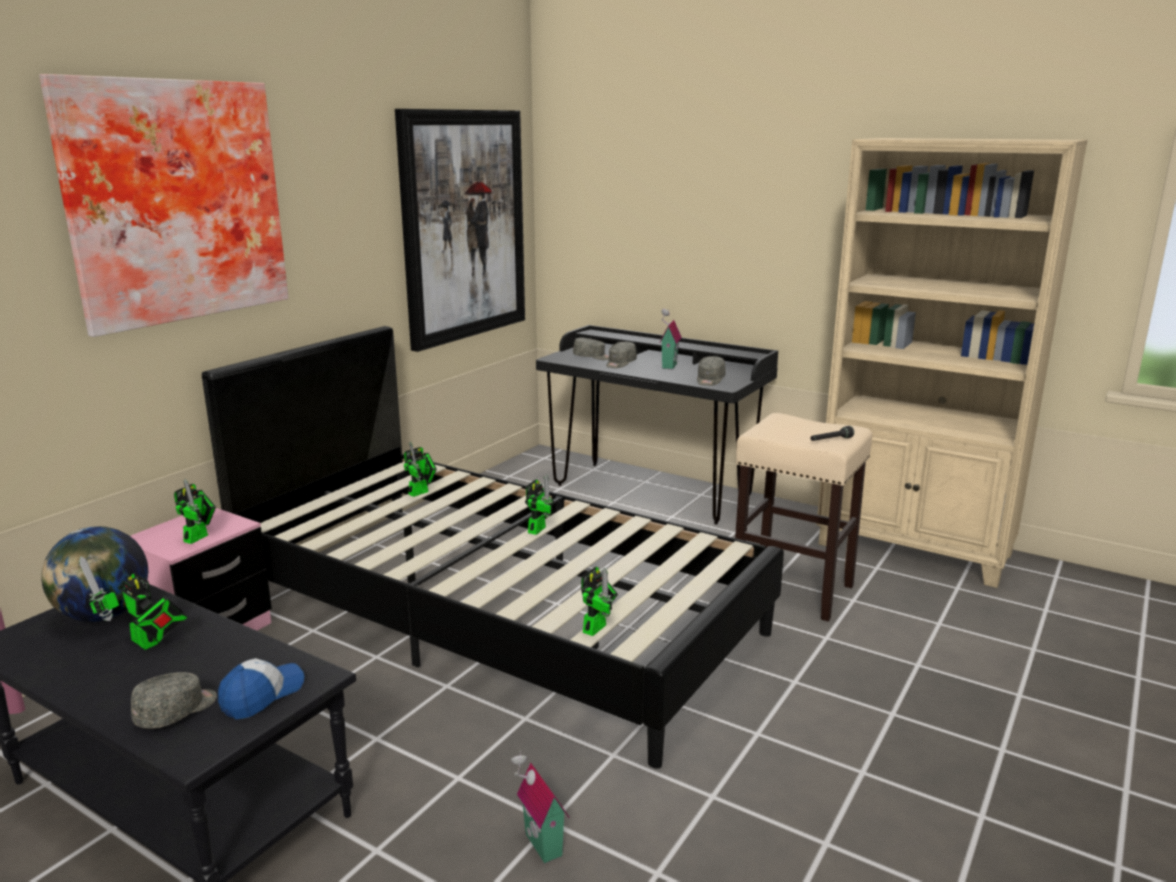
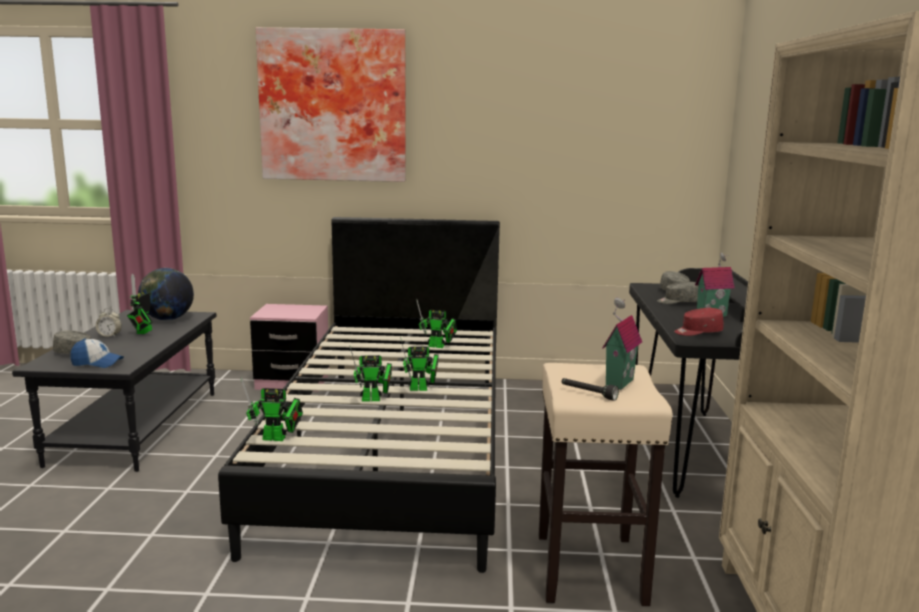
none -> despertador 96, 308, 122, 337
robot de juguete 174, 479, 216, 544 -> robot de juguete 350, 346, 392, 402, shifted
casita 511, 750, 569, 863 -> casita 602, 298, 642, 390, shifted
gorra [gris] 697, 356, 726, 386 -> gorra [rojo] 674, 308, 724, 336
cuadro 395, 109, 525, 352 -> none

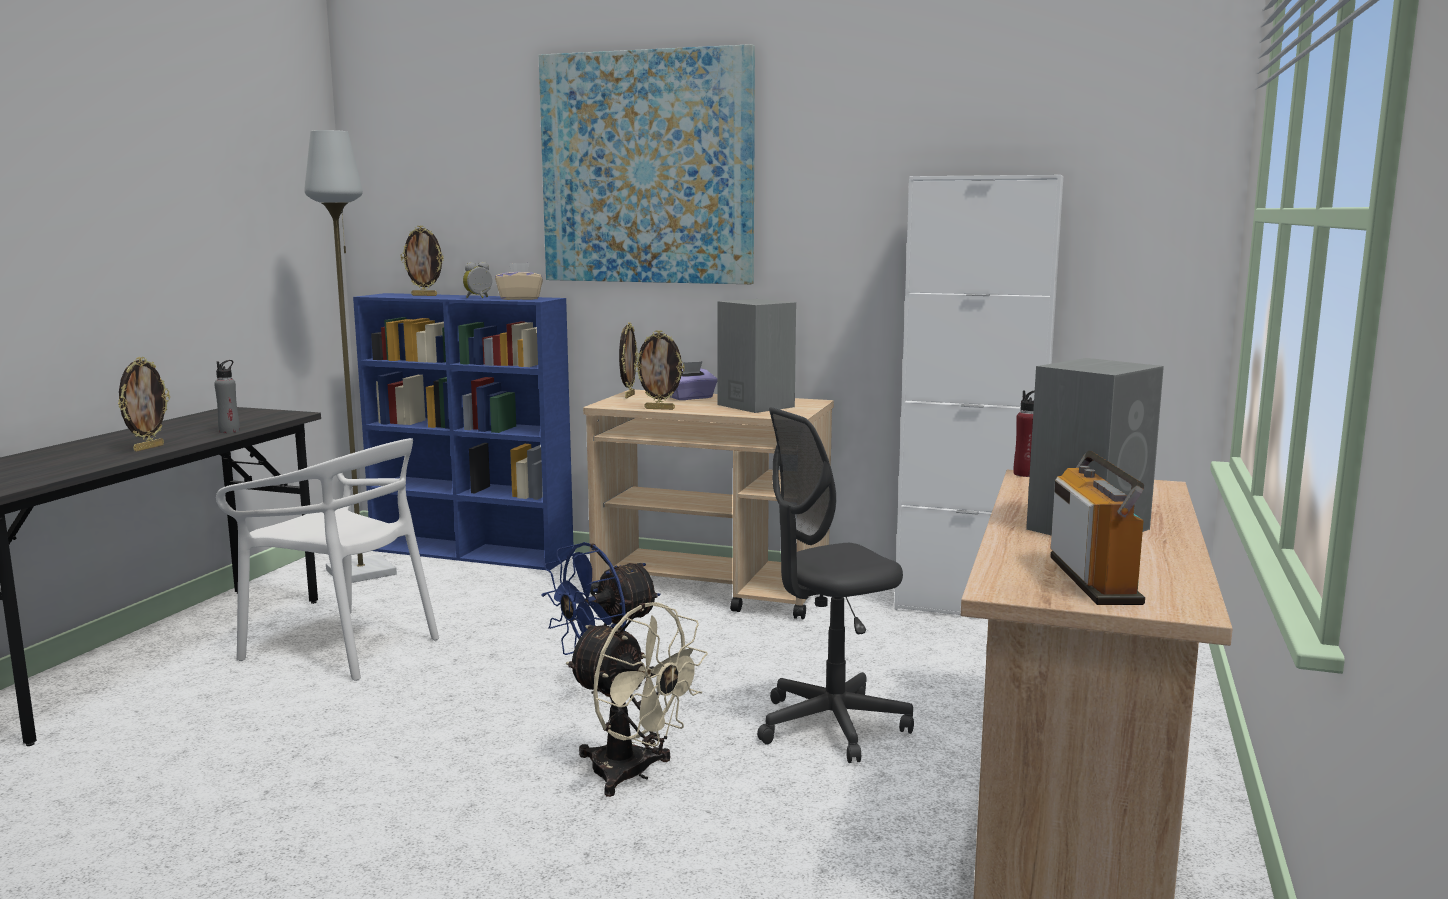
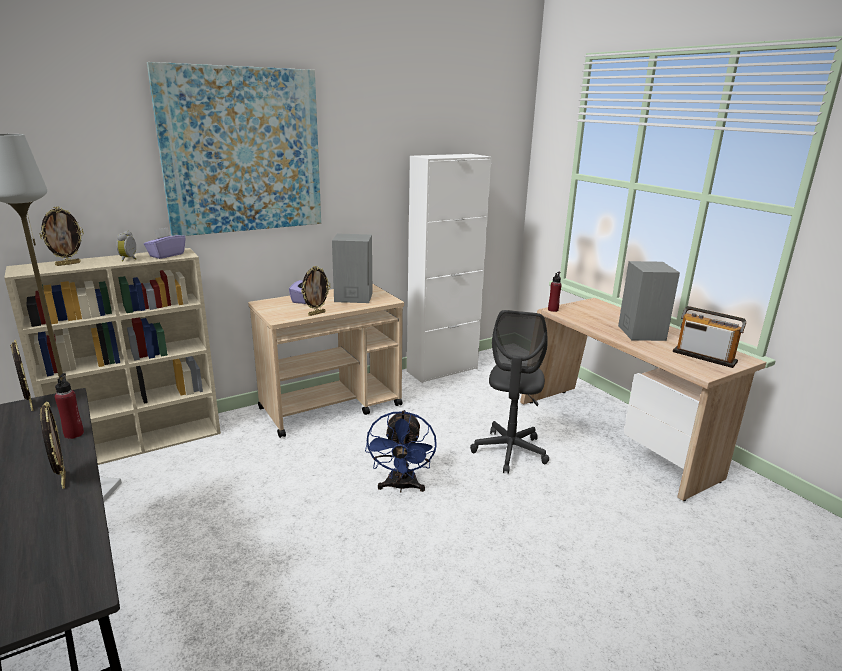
estantería [azul] 353, 293, 574, 570 -> estantería [beis] 4, 248, 221, 465
portarretratos 619, 322, 638, 398 -> portarretratos 10, 339, 34, 411, shifted
botella [gris] 214, 360, 240, 433 -> botella [rojo] 55, 373, 84, 439
caja de pañuelos [beis] 495, 263, 543, 300 -> caja de pañuelos [morado] 144, 227, 186, 259
silla [blanco] 216, 438, 439, 681 -> none
ventilador [beis] 566, 602, 708, 797 -> none

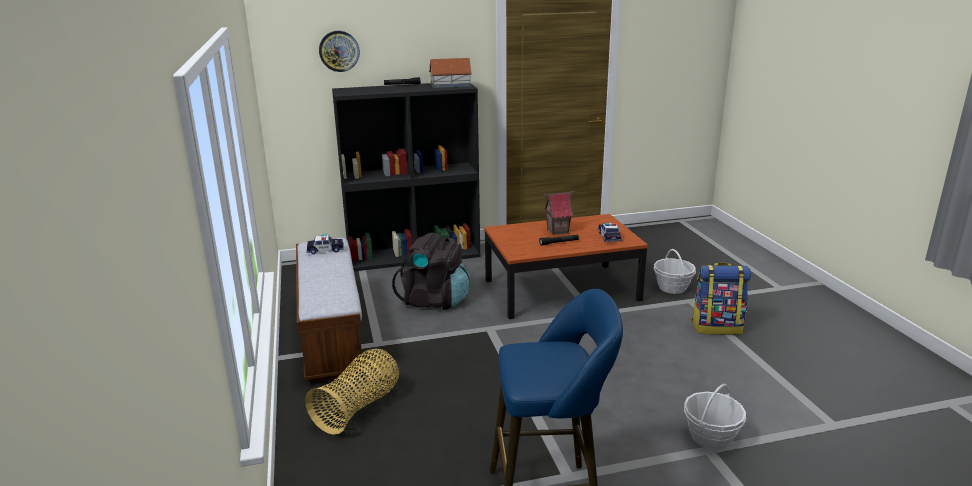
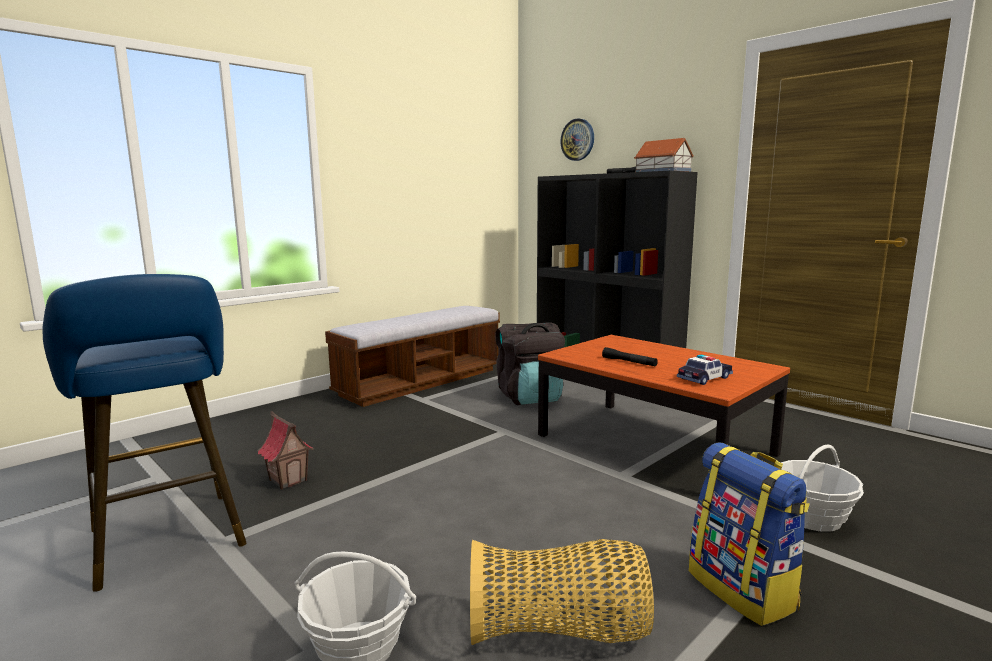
casita 543, 191, 575, 235 -> casita 257, 411, 314, 490, shifted
cesta 305, 349, 399, 435 -> cesta 470, 539, 654, 645, shifted
coche de juguete 307, 235, 344, 254 -> none

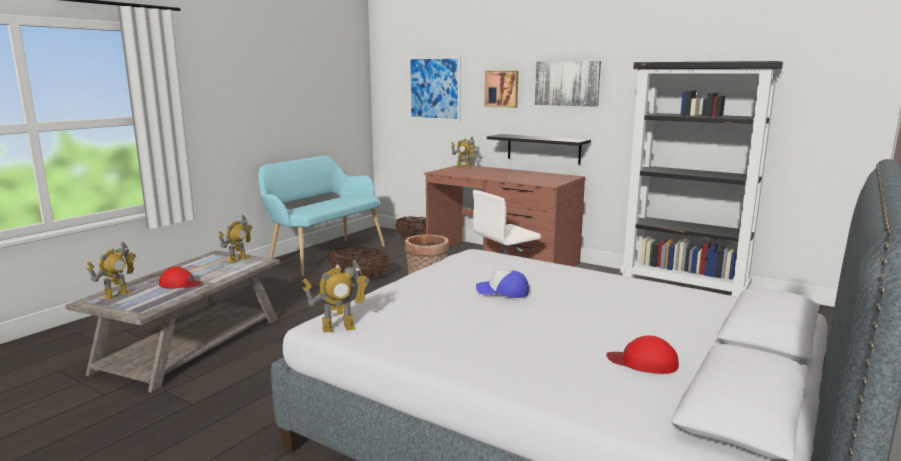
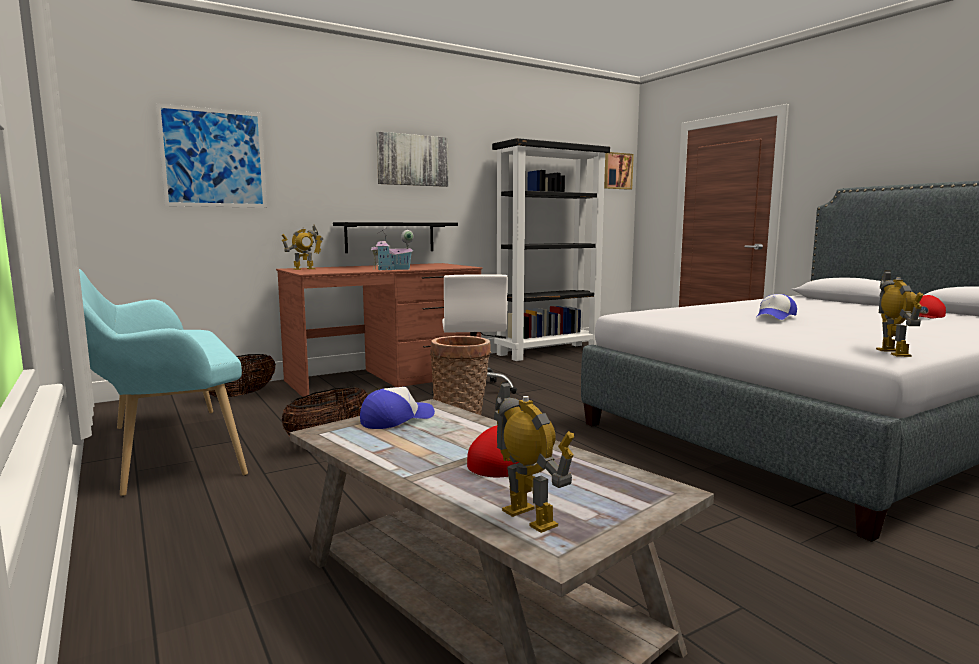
robot de juguete 218, 215, 252, 263 -> gorra 360, 387, 435, 429
none -> casita 371, 228, 414, 270
cuadro 485, 71, 518, 108 -> cuadro 604, 152, 634, 190, shifted

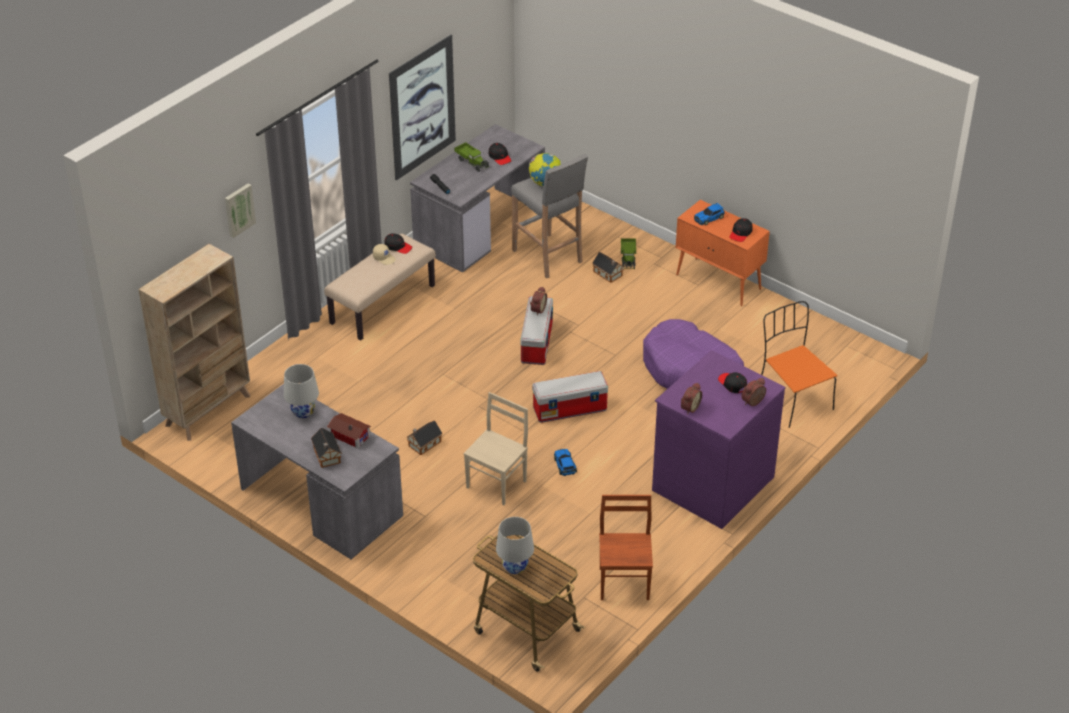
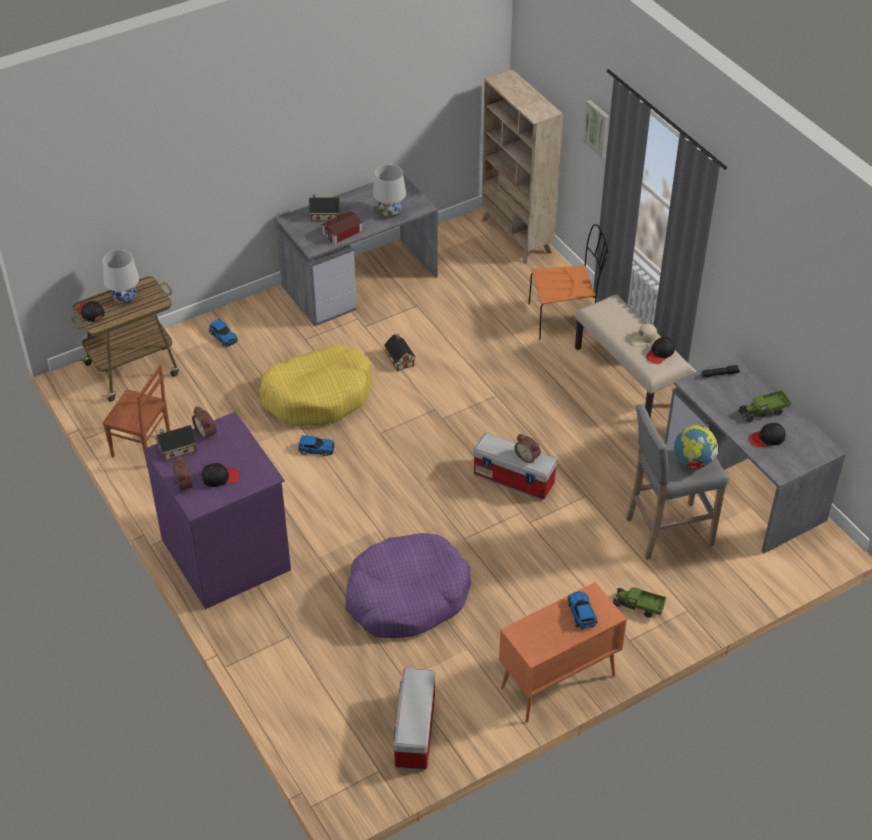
gorra [negro] 730, 218, 753, 242 -> gorra [negro] 77, 301, 105, 322, shifted
casita 592, 252, 624, 283 -> casita 155, 425, 197, 461, shifted
none -> coche de juguete 209, 318, 238, 347
silla [beis] 463, 392, 528, 505 -> cama para perro [amarillo] 260, 345, 371, 426
caja de almacenaje 532, 371, 608, 423 -> caja de almacenaje 394, 668, 435, 770, shifted
silla [naranja] 761, 301, 837, 428 -> silla [naranja] 529, 224, 609, 340, shifted
cuadro 389, 35, 456, 181 -> none

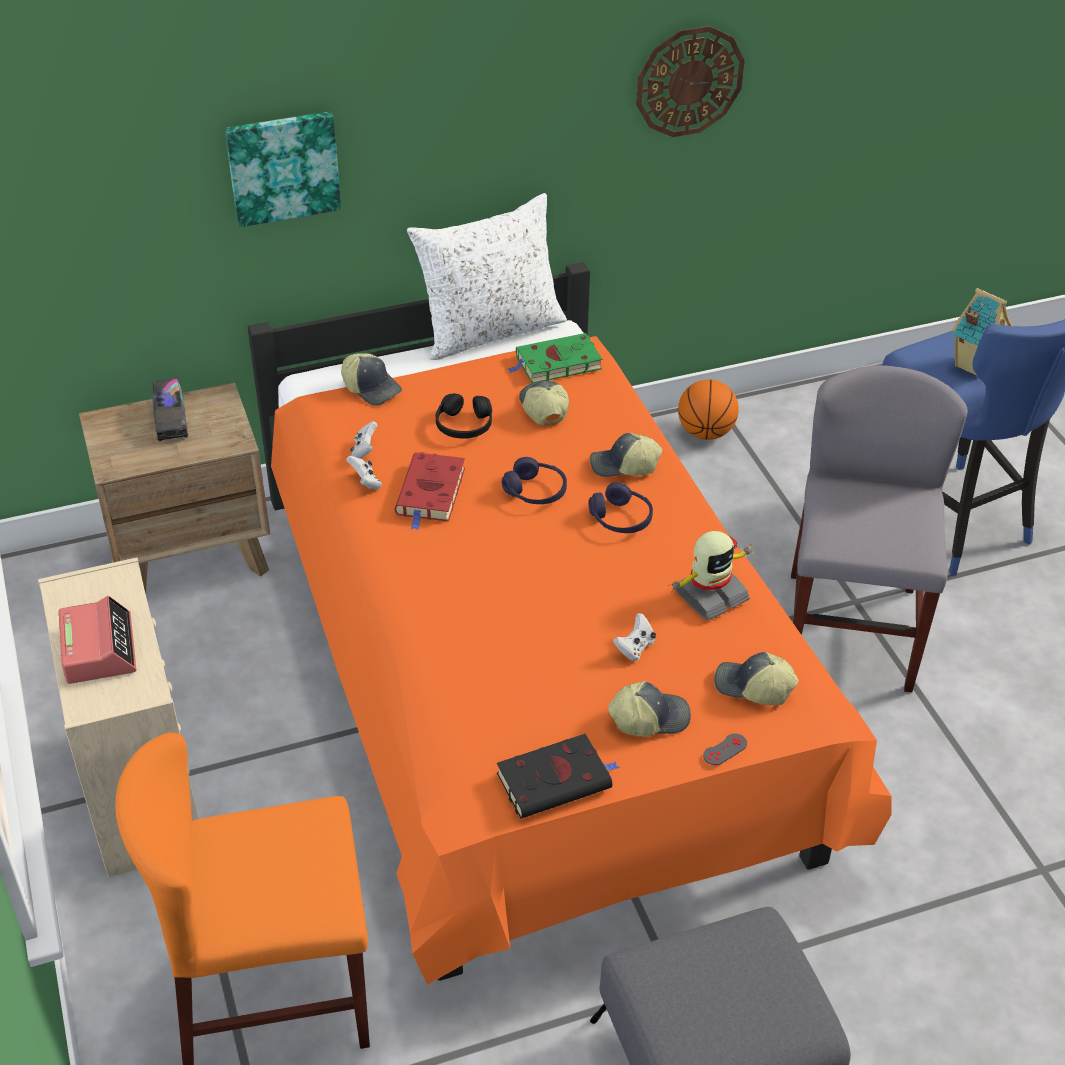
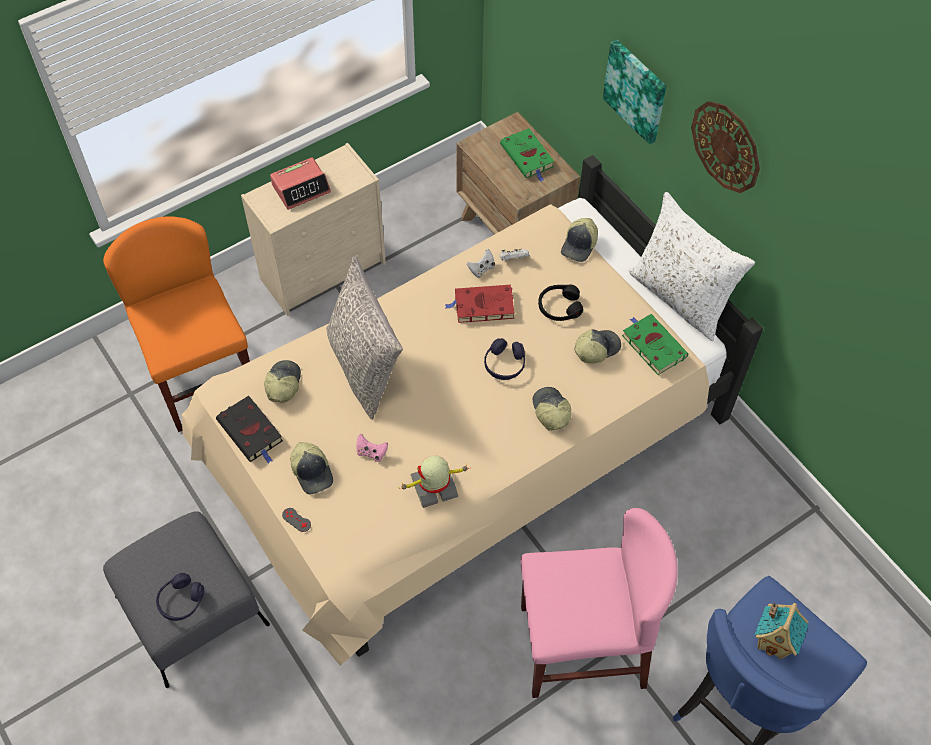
auriculares [morado] 588, 482, 653, 533 -> auriculares [morado] 156, 573, 204, 621, shifted
cama [naranja] 248, 262, 892, 985 -> cama [beis] 181, 155, 763, 666
gorra 714, 652, 799, 705 -> gorra 264, 360, 301, 403, shifted
none -> cojín [gris] 326, 256, 403, 420
mando de consola [blanco] 613, 613, 656, 661 -> mando de consola [rosa] 356, 434, 388, 462
robot de juguete 668, 531, 753, 620 -> robot de juguete 399, 456, 469, 508, 120 degrees clockwise
camión de juguete 152, 379, 188, 441 -> libro [verde] 500, 128, 554, 182
silla [gris] 791, 365, 968, 693 -> silla [rosa] 520, 508, 678, 698
reloj de pared 636, 26, 745, 137 -> reloj de pared 691, 101, 760, 193, shifted
balón de baloncesto 678, 379, 739, 440 -> none

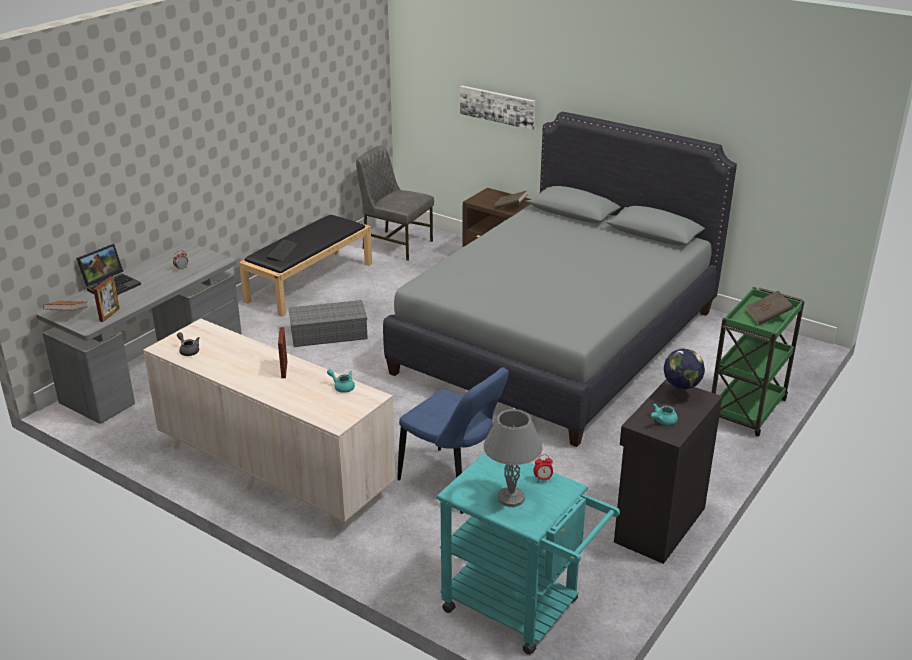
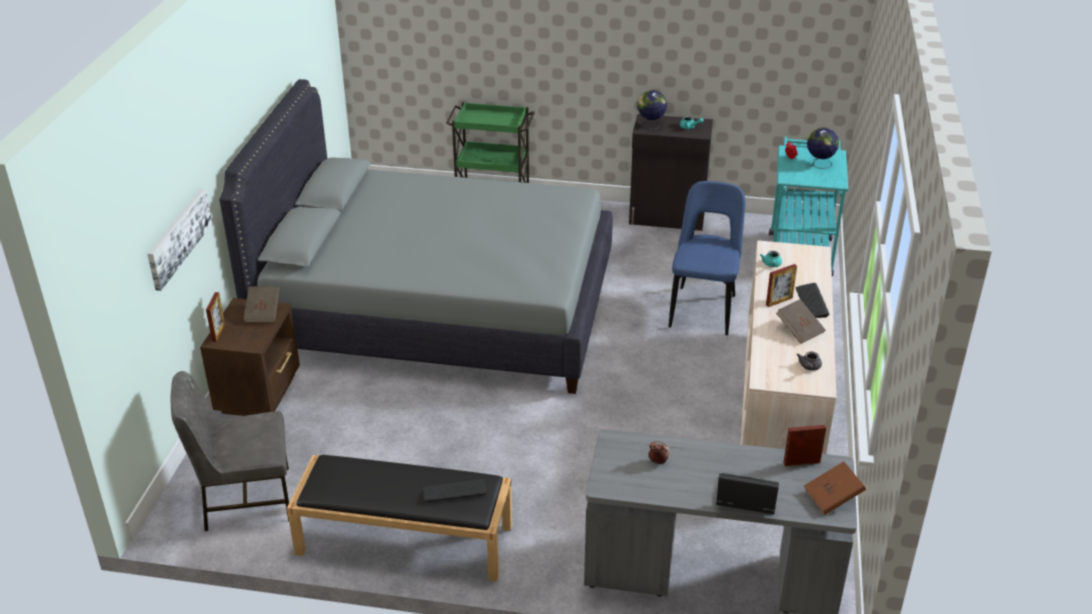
silla [gris] 356, 146, 434, 261 -> silla [gris] 170, 371, 289, 531, 75 degrees clockwise
none -> portarretratos 206, 292, 225, 342
libro [marrón] 745, 291, 793, 325 -> libro [marrón] 776, 299, 825, 344, shifted
none -> teclado 796, 283, 830, 318
lámpara de mesa [gris] 484, 409, 542, 507 -> globo terráqueo 807, 128, 839, 169
caja de almacenaje [gris] 288, 300, 368, 347 -> none

